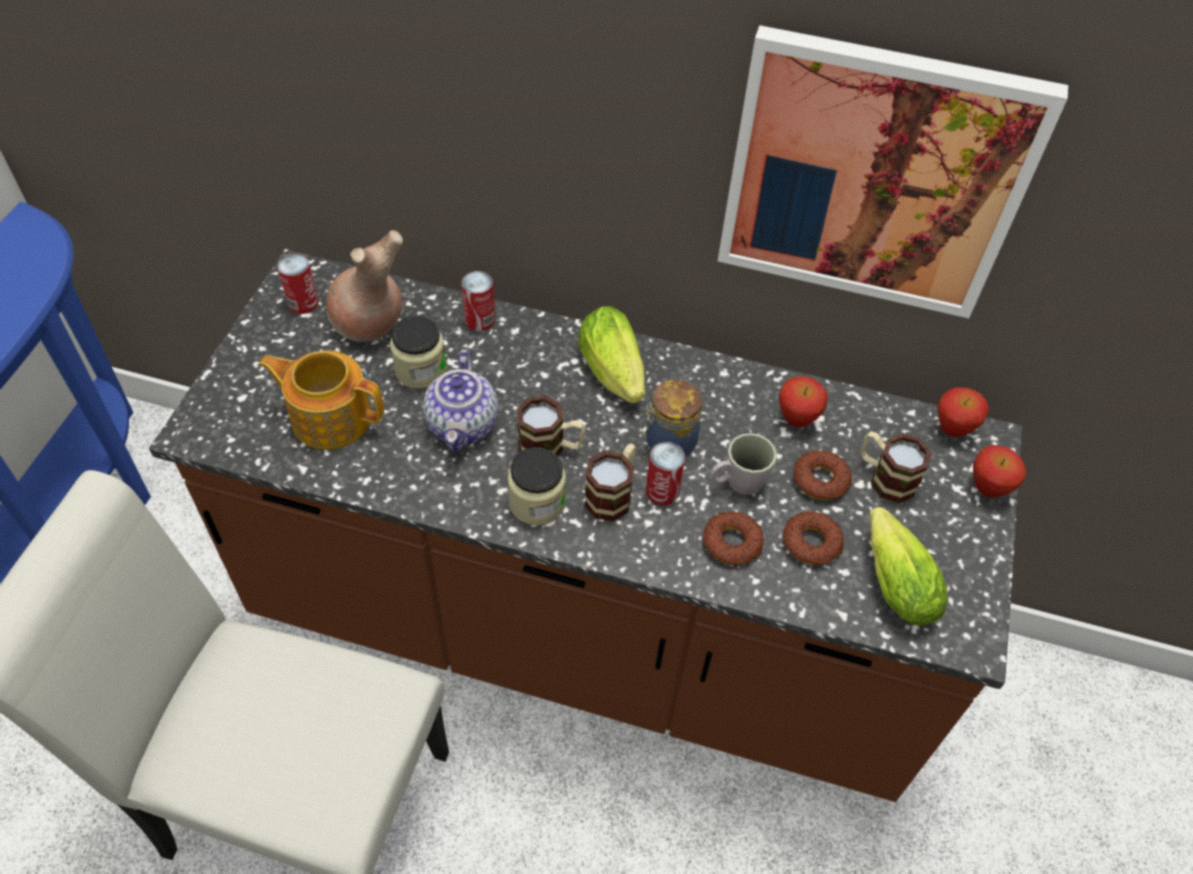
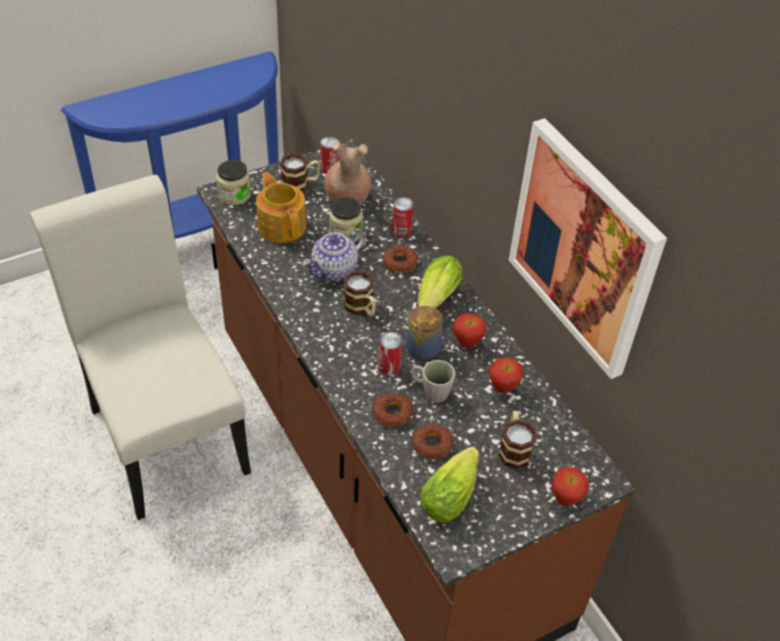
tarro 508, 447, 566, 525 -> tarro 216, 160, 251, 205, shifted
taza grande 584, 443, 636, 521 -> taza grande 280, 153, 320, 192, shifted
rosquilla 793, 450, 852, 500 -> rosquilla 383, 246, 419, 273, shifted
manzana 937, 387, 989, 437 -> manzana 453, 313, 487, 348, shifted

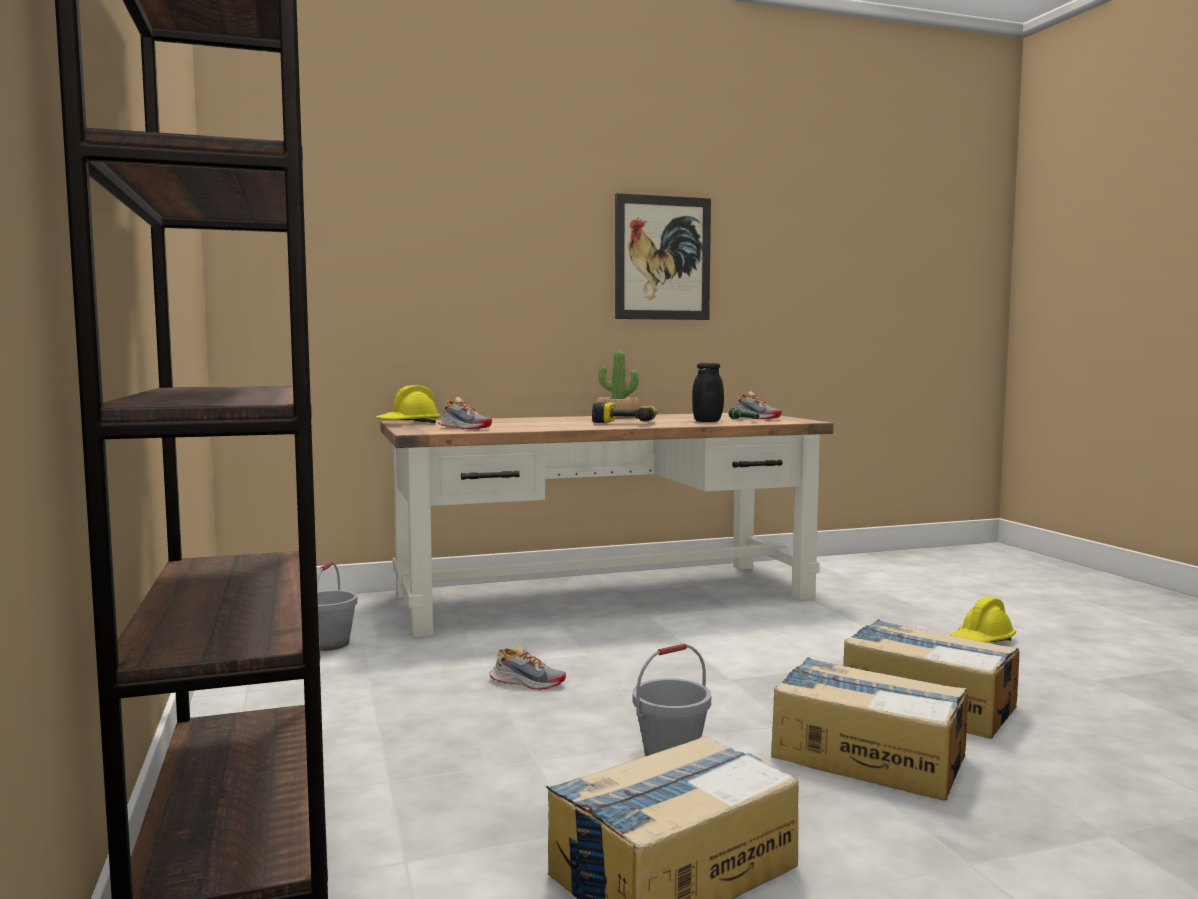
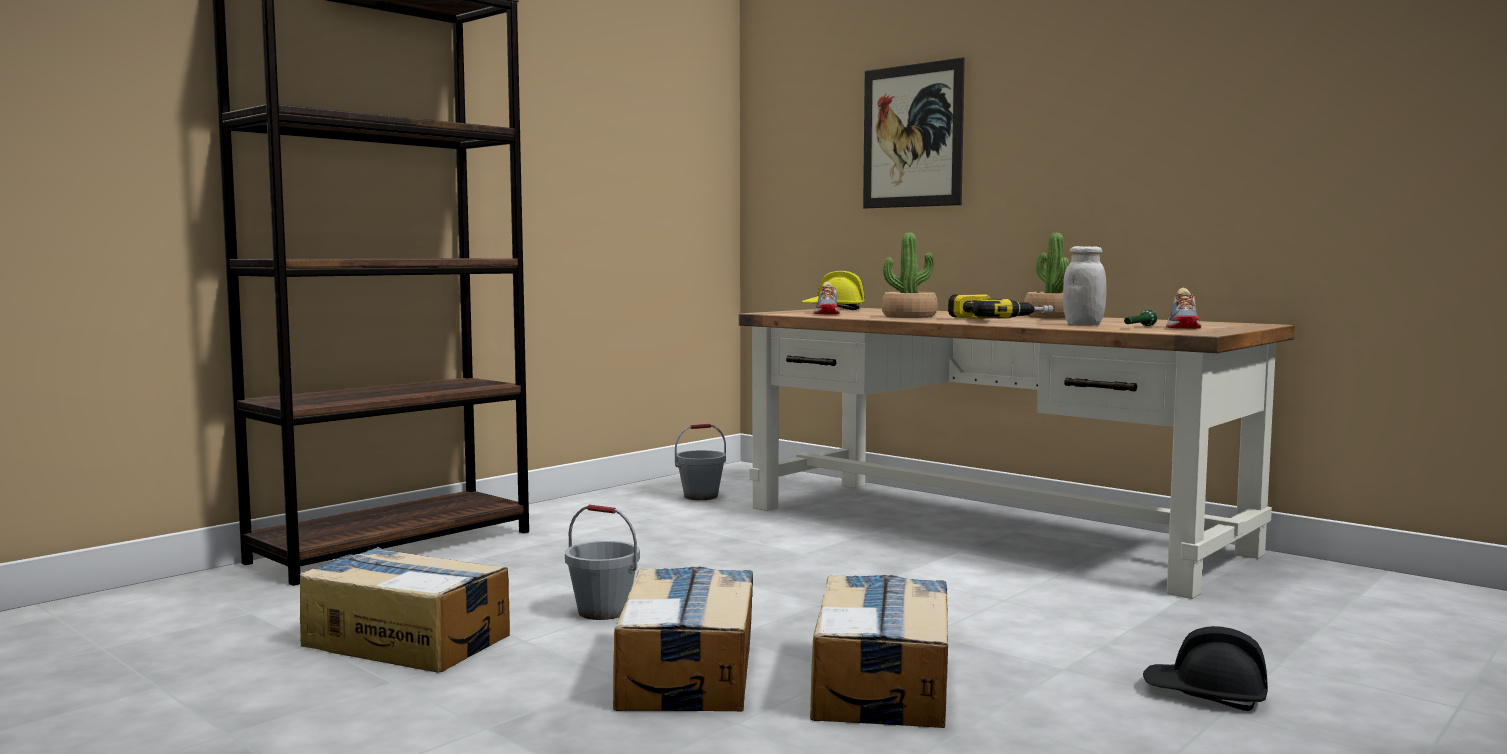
cuadro 615, 193, 711, 320 -> cuadro 863, 57, 965, 208, shifted
none -> planta en maceta 882, 233, 938, 318
tarro [negro] 692, 362, 724, 422 -> tarro [blanco] 1063, 246, 1107, 325
casco [amarillo] 950, 597, 1016, 643 -> casco [negro] 1143, 626, 1268, 711
zapato 489, 646, 566, 690 -> none

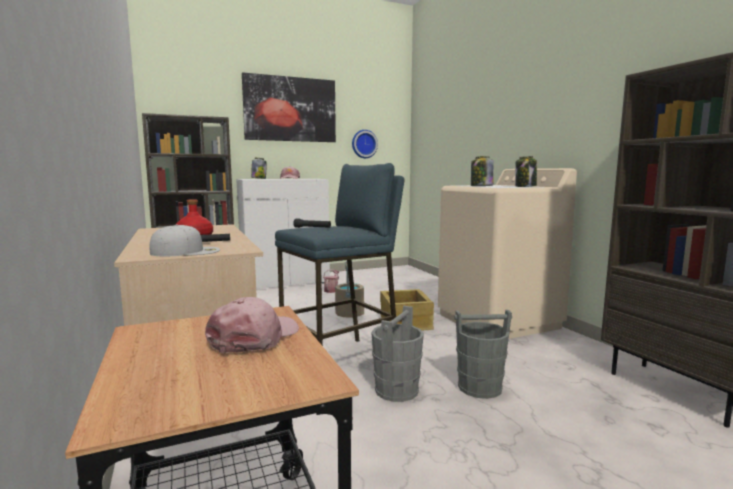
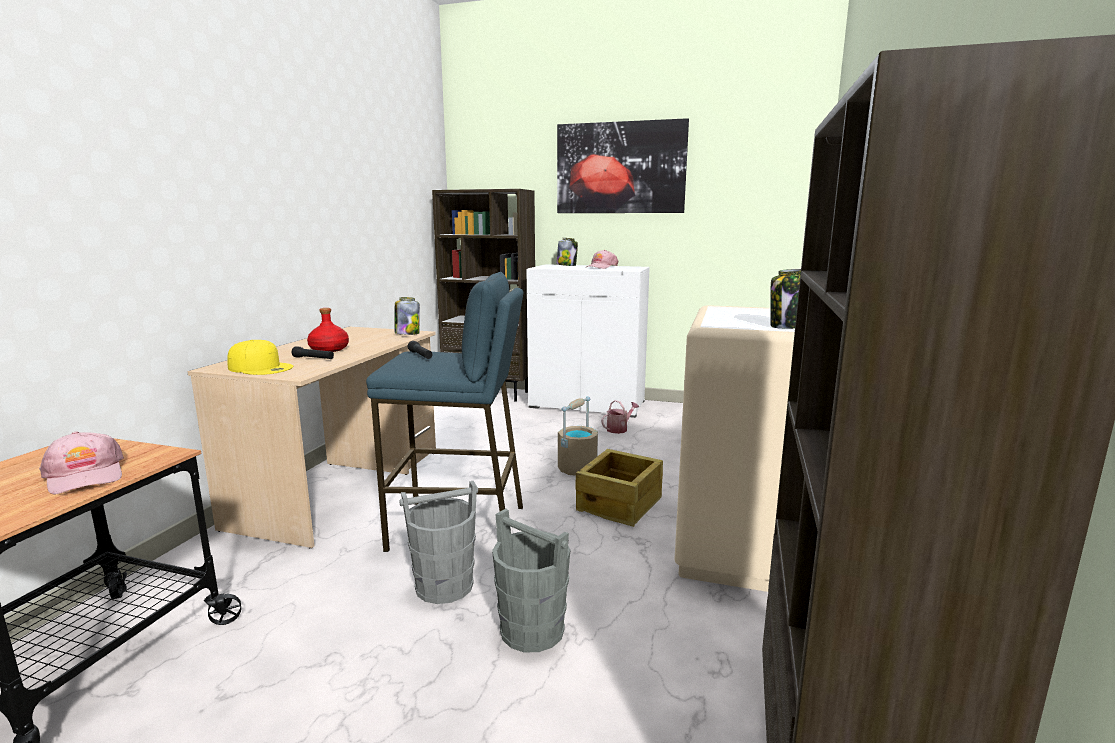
gorra [rosa] 205, 297, 299, 353 -> gorra [rosa] 39, 431, 124, 495, 75 degrees clockwise
gorra [blanco] 149, 225, 220, 256 -> gorra [amarillo] 227, 340, 293, 375
tarro 471, 156, 494, 186 -> tarro 394, 297, 420, 335, shifted
reloj de pared 352, 130, 378, 158 -> none

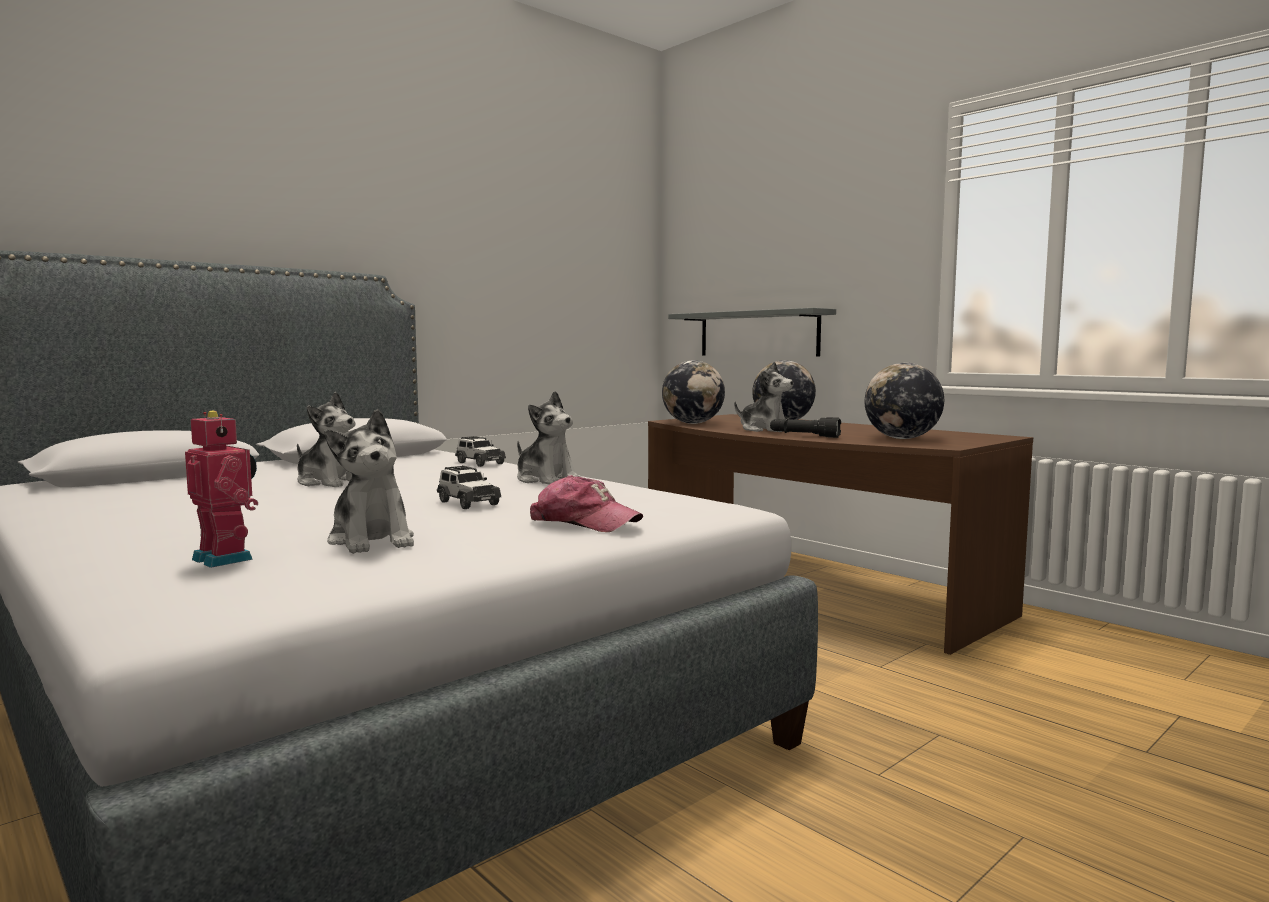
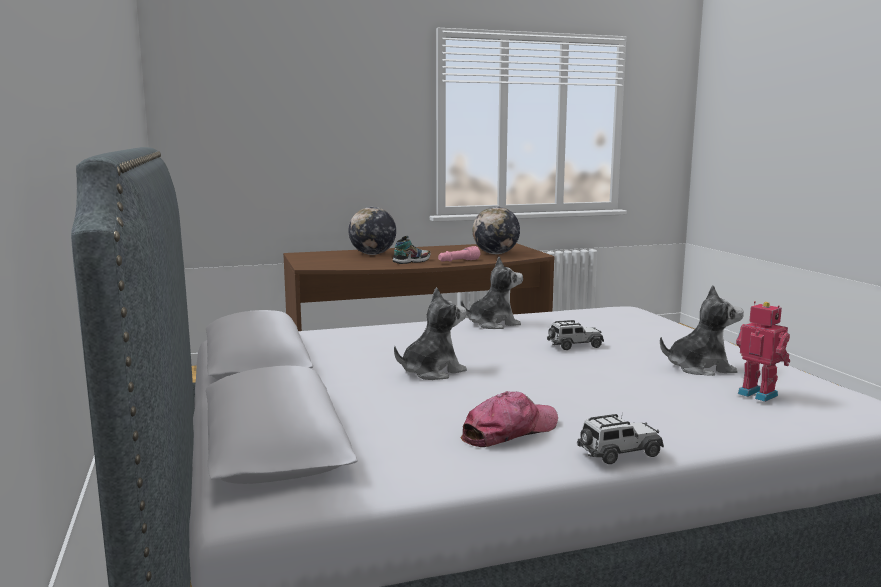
peluche 734, 361, 793, 432 -> zapato 393, 236, 431, 264
linterna [negro] 770, 417, 841, 438 -> linterna [rosa] 438, 246, 480, 262
gorra 530, 475, 643, 532 -> gorra 460, 391, 558, 447, shifted
coche de juguete 455, 436, 506, 467 -> coche de juguete 577, 414, 664, 464, shifted
robot de juguete 185, 410, 258, 568 -> robot de juguete 736, 301, 790, 402, 75 degrees clockwise
globo terráqueo 662, 360, 725, 424 -> none
estante [gris] 668, 308, 836, 356 -> none

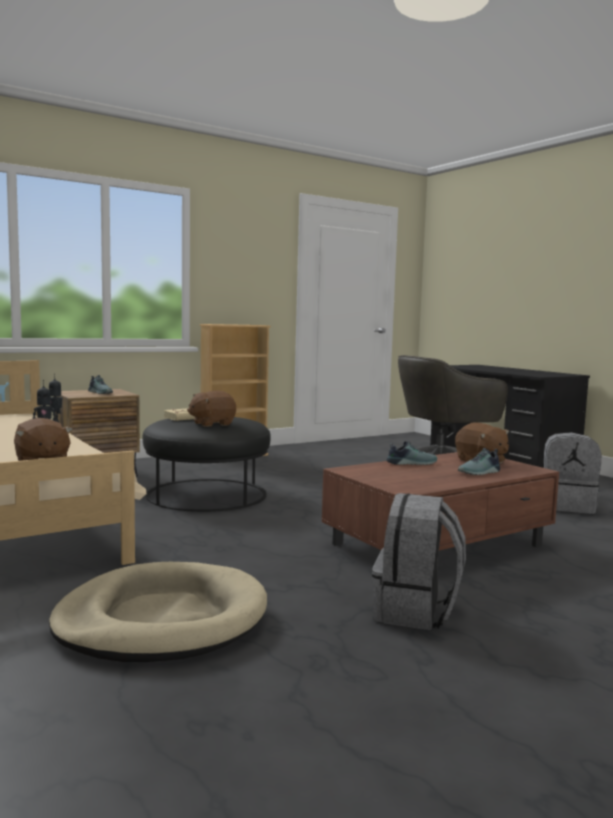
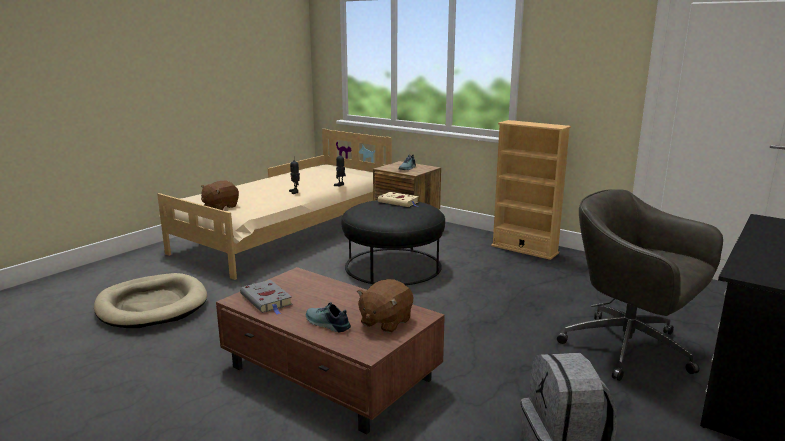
none -> libro [gris] 240, 280, 293, 314
peluche [marrón] 187, 391, 236, 427 -> none
mochila [gris] 372, 493, 466, 630 -> none
zapato 386, 440, 437, 465 -> none

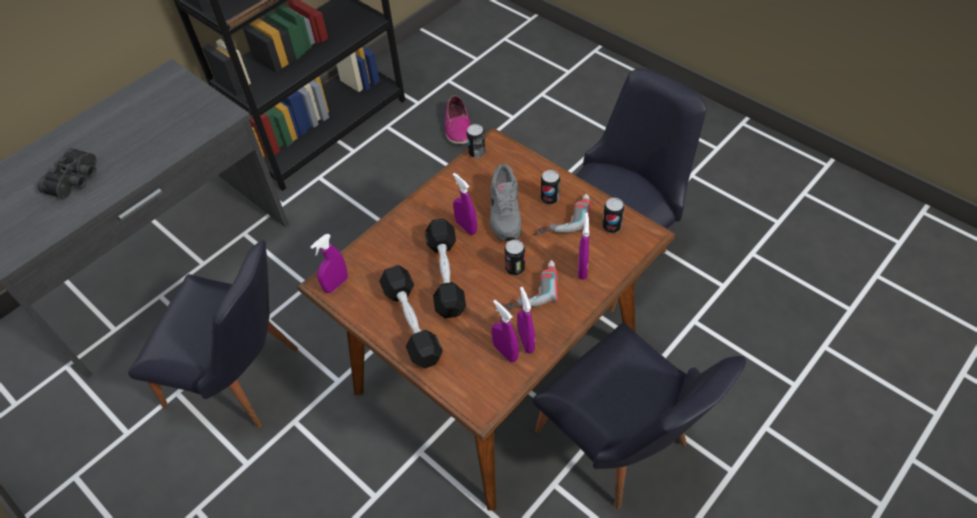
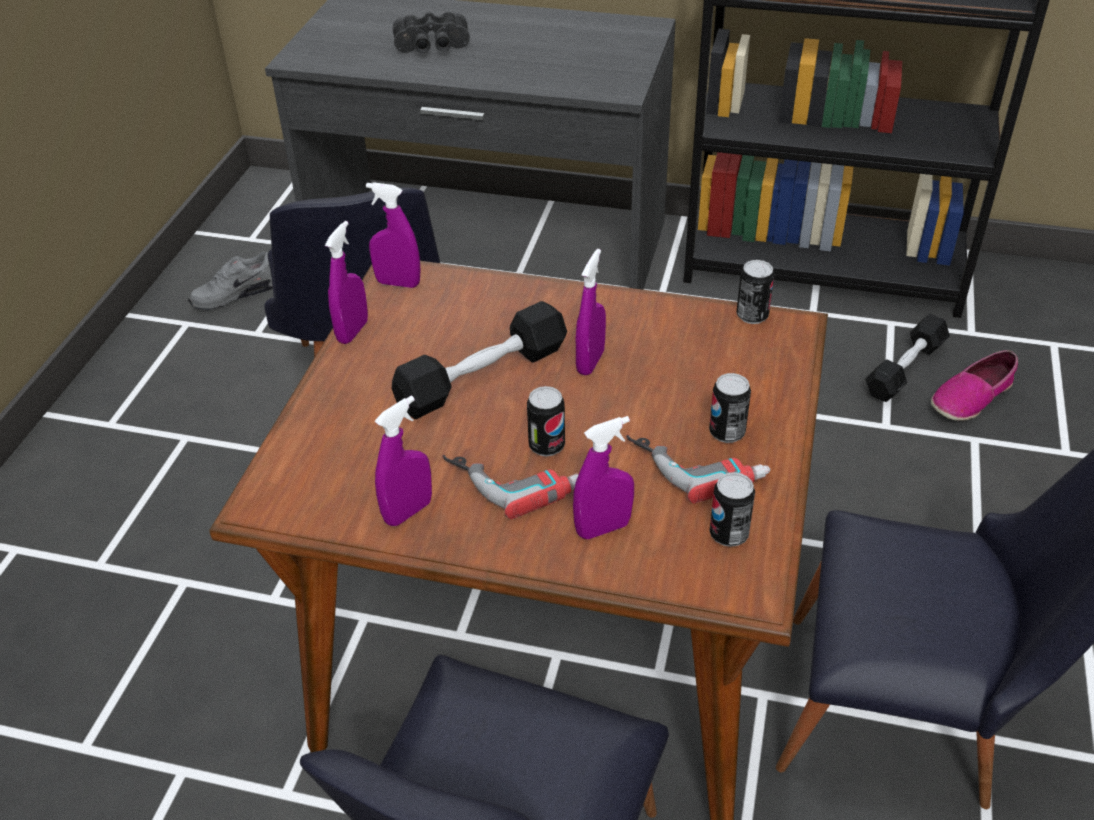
zapato [gris] 490, 164, 522, 241 -> zapato [gris] 188, 251, 273, 310, shifted
pulverizador [morado] 492, 300, 519, 362 -> pulverizador [morado] 325, 221, 368, 344, shifted
mancuerna [negro] 379, 265, 443, 369 -> mancuerna [negro] 865, 314, 950, 402, shifted

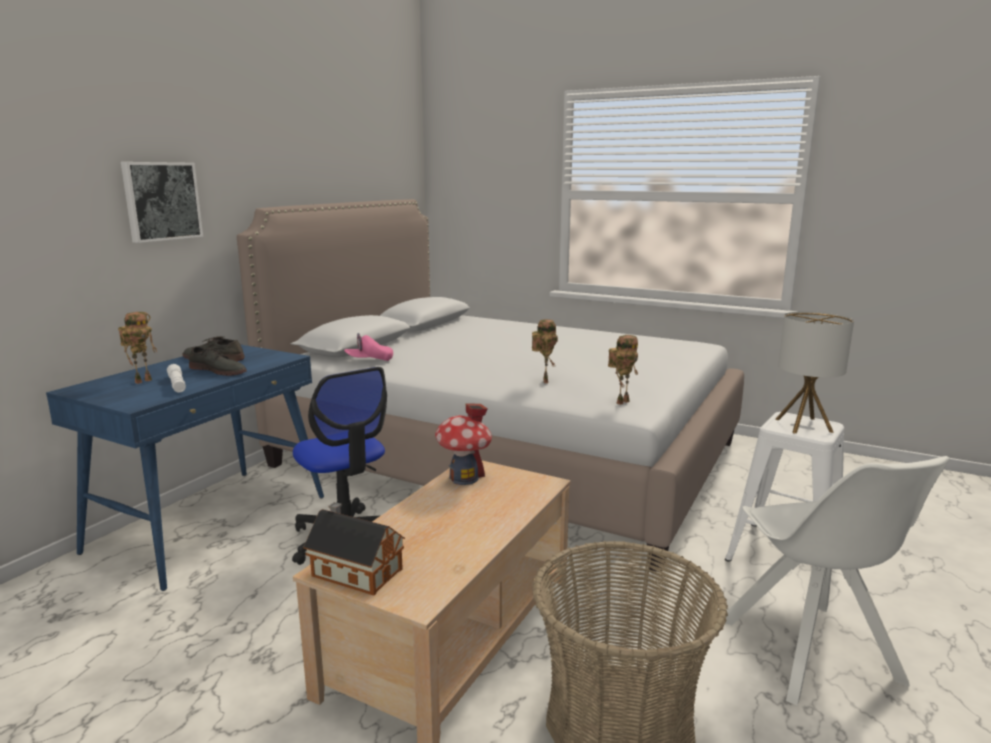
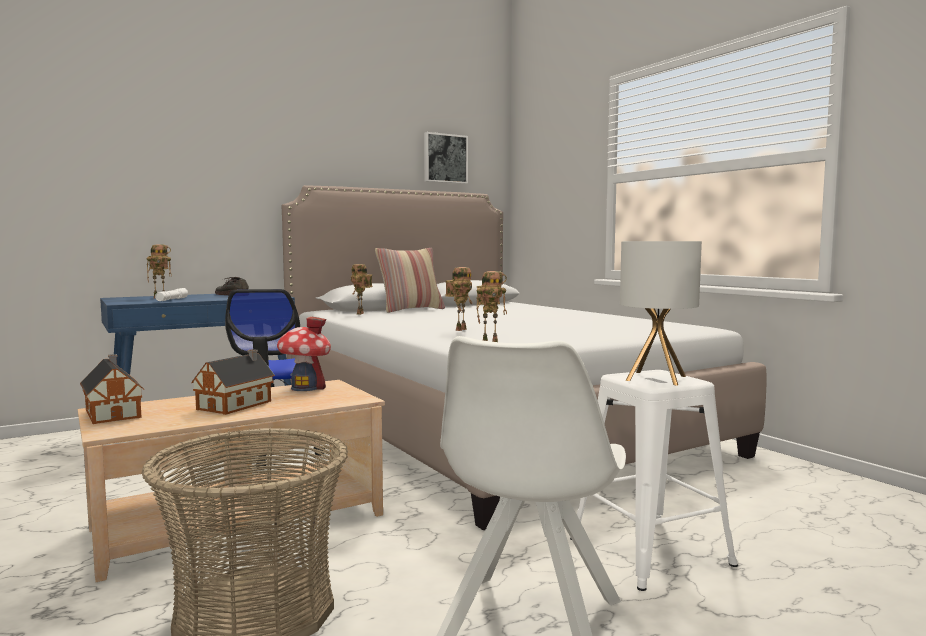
none -> casita 191, 349, 275, 415
gorra [rosa] 344, 333, 393, 361 -> robot de juguete 351, 264, 372, 315
none -> cojín 375, 248, 445, 313
cuadro 121, 162, 203, 243 -> cuadro 424, 132, 468, 184, shifted
zapato [gris] 189, 346, 247, 376 -> none

